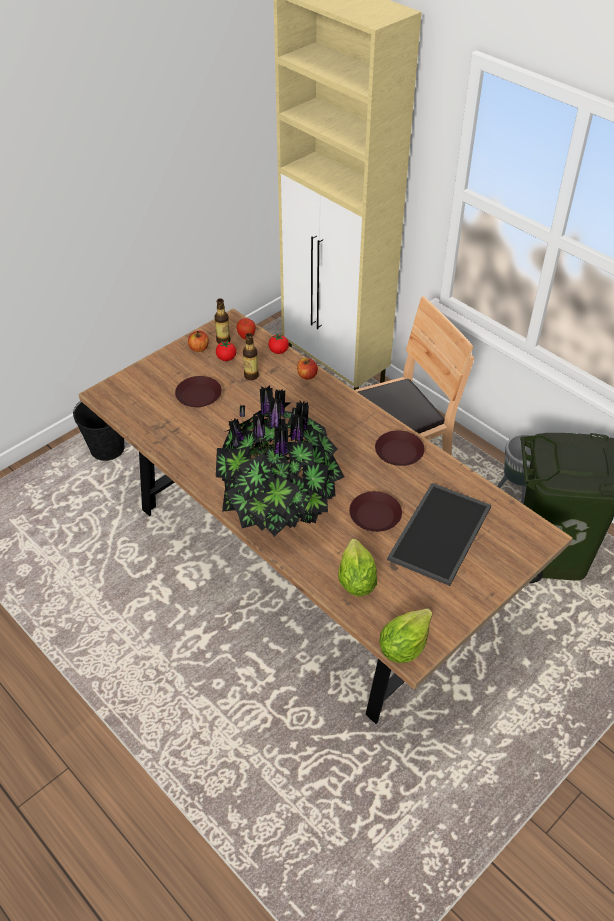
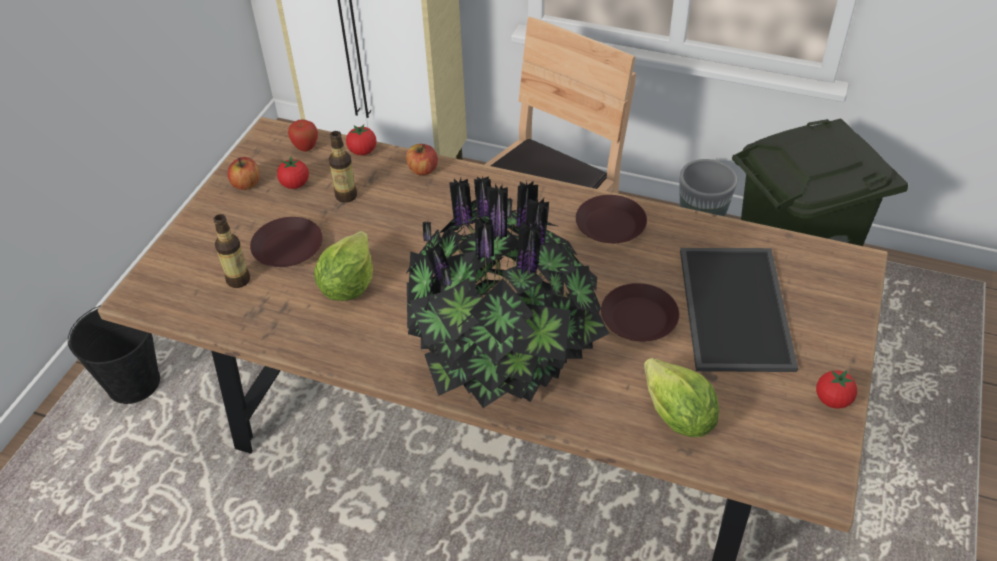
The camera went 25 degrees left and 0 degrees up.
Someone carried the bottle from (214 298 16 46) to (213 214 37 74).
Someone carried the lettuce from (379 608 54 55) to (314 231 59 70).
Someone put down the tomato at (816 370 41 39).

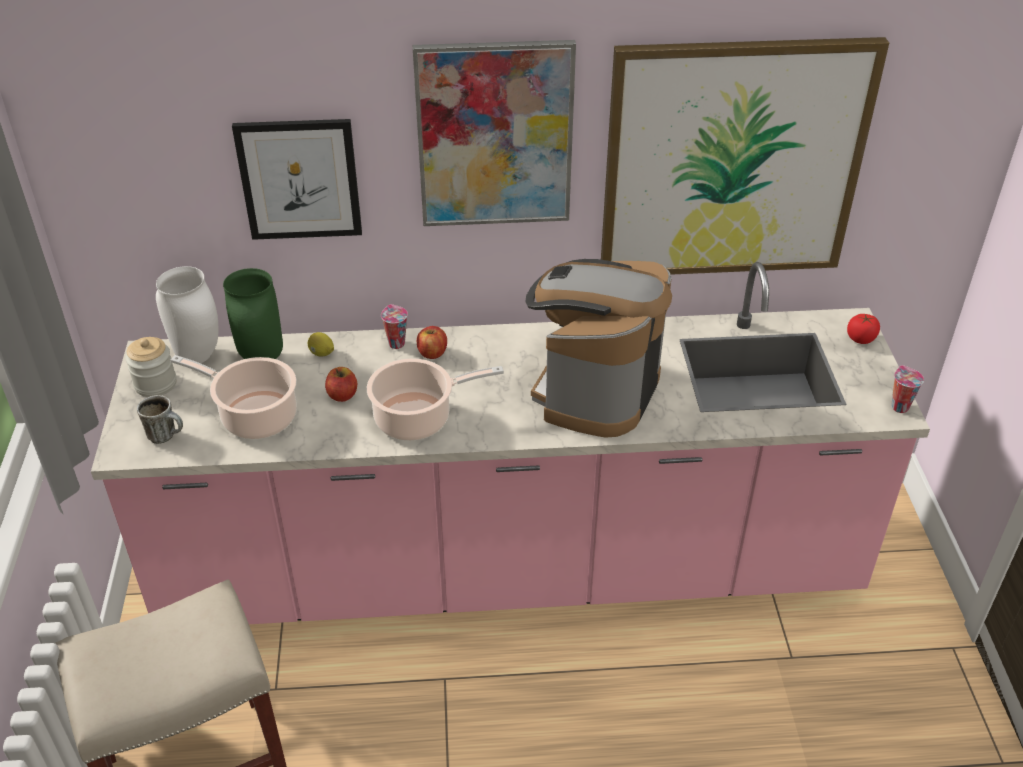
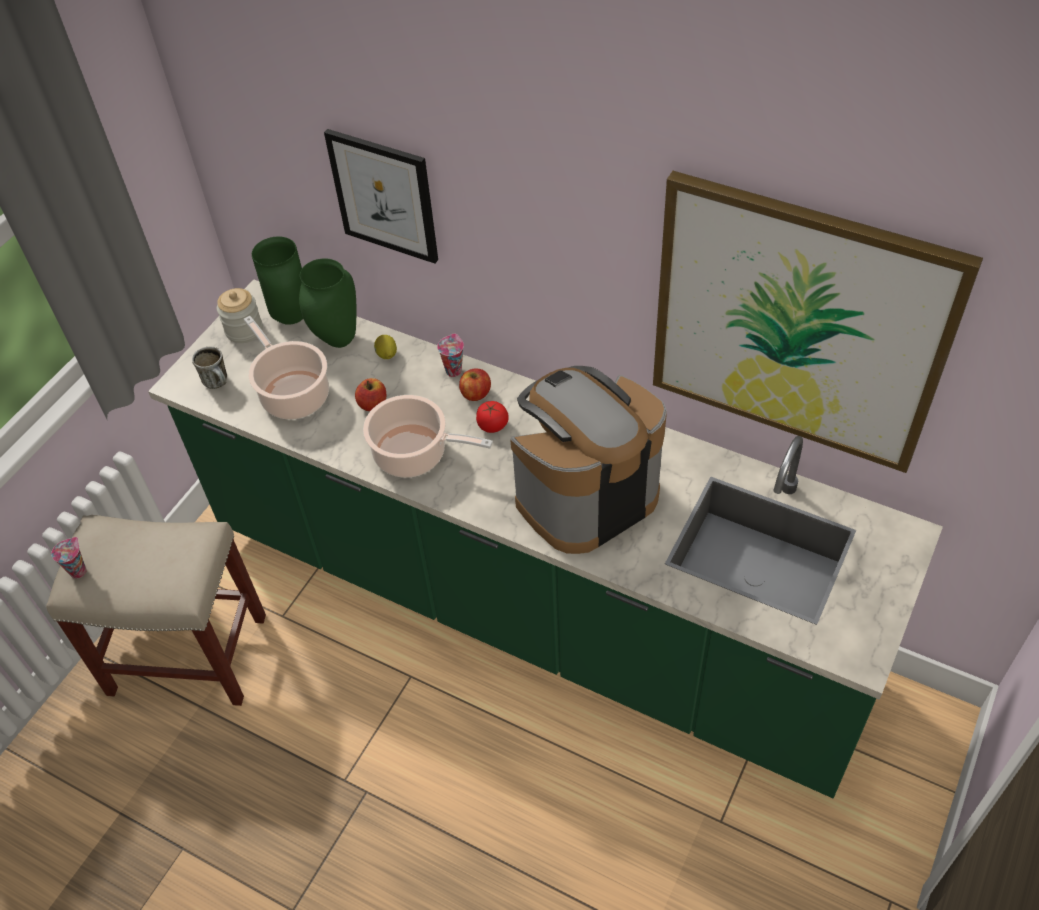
The camera went 35 degrees right and 10 degrees up.
Someone took away the picture at (413 40 163 186).
Someone repainted the pink counter at (91 262 839 362), which became the green counter at (148 279 795 519).
Someone repainted the white vase at (156 266 63 97), which became the green vase at (252 236 51 89).
Someone carried the tomato from (847 314 33 30) to (476 401 33 32).
Someone carried the cup from (891 365 33 48) to (51 537 35 42).

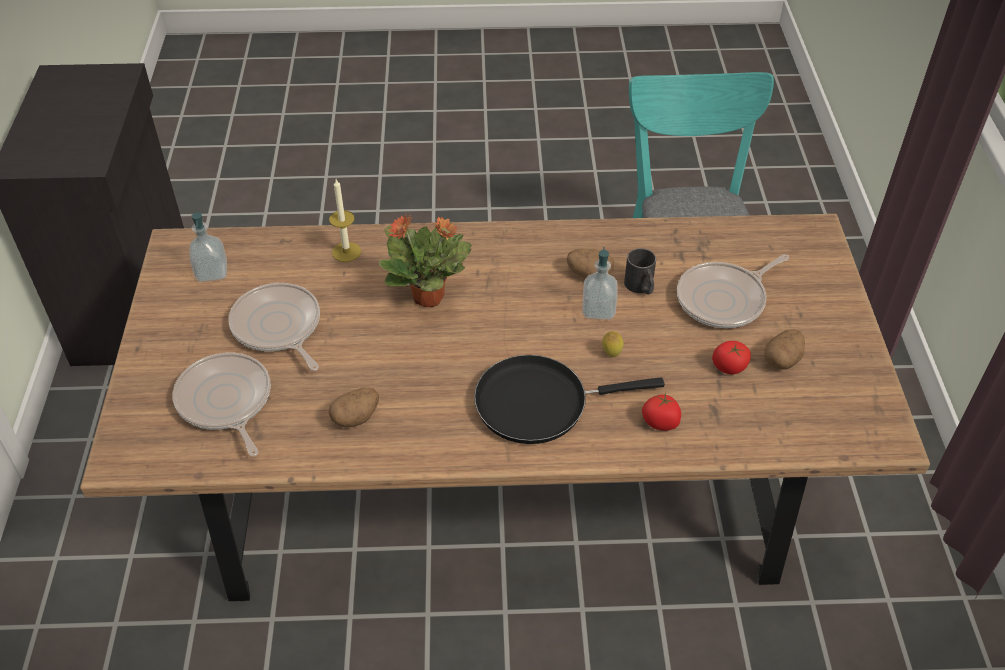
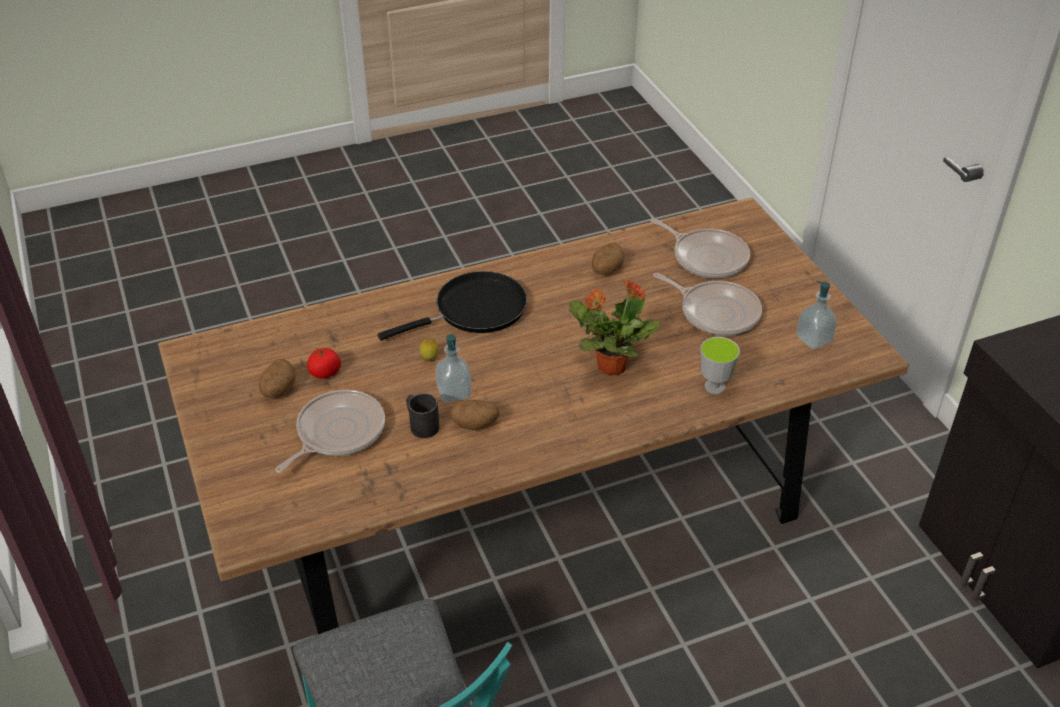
The camera went 160 degrees right and 5 degrees down.
Someone swapped the candle at (329 179 32 83) for the cup at (700 337 40 57).
Someone took away the tomato at (642 393 39 38).

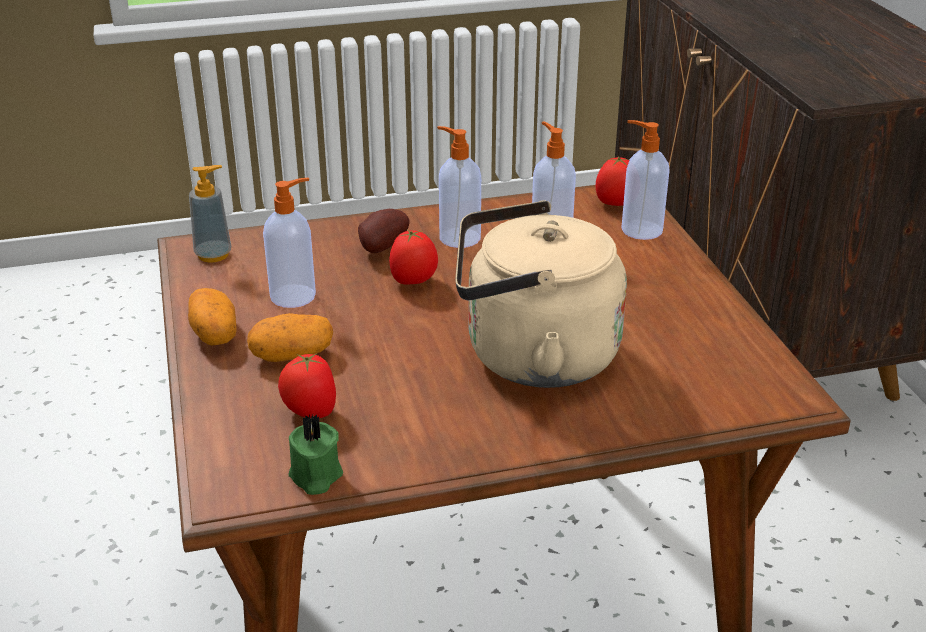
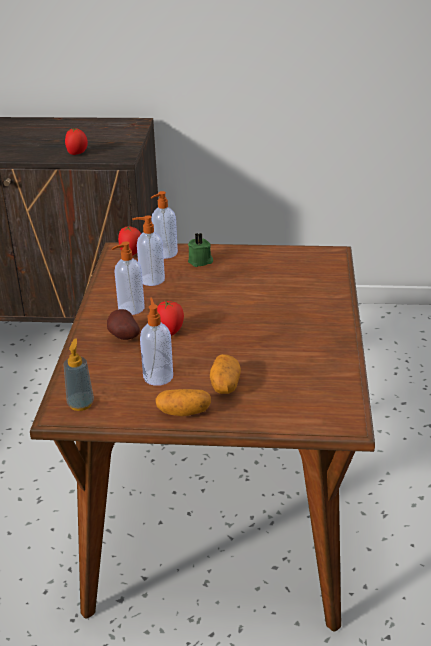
The camera went 70 degrees left and 0 degrees up.
Someone took away the beige kettle at (455 200 172 188).
Someone carried the tomato from (278 354 58 64) to (65 128 23 27).
Someone carried the green candle from (288 415 55 80) to (188 233 25 34).

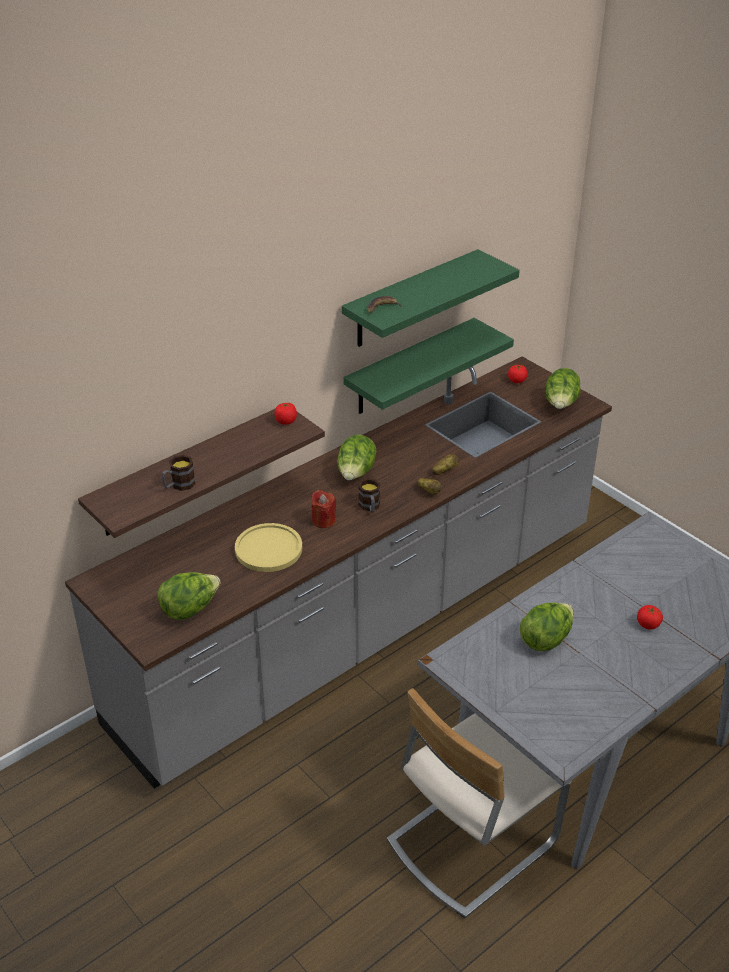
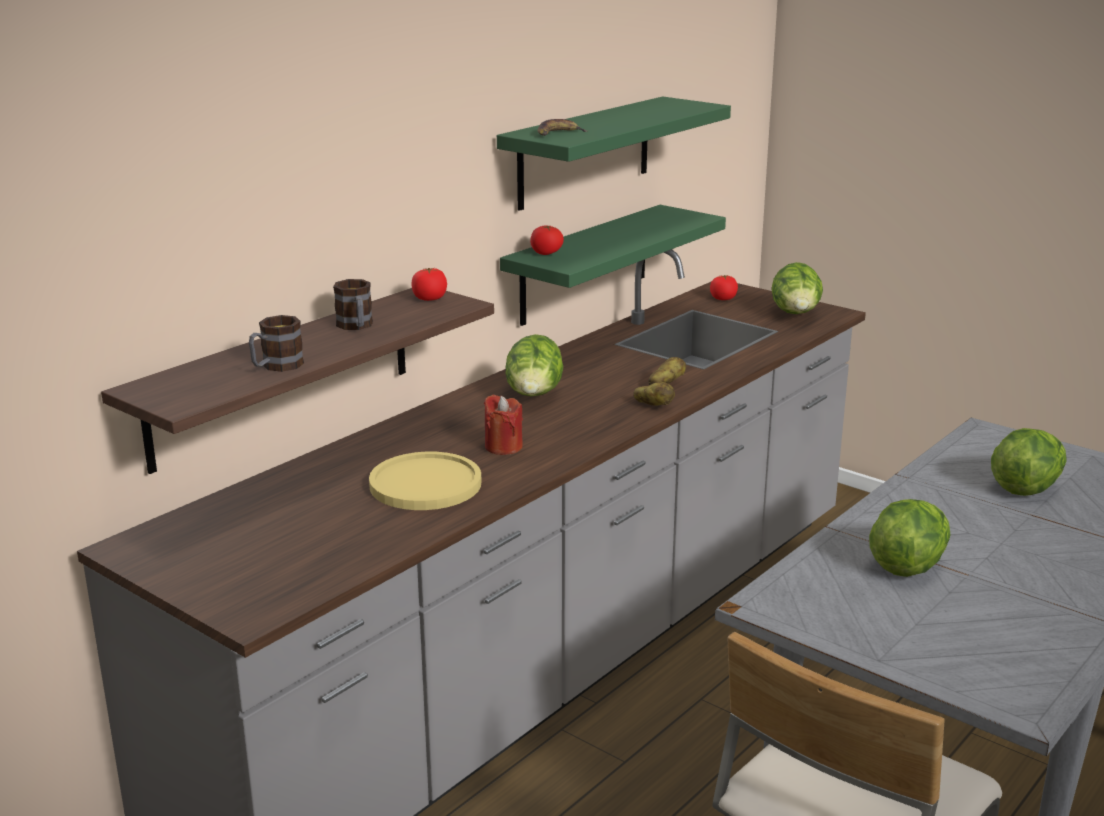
The camera went 10 degrees left and 15 degrees down.
Someone carried the mug from (358 478 22 35) to (333 279 40 51).
Someone carried the lettuce from (157 572 64 48) to (991 428 76 68).
Someone carried the tomato from (637 605 26 24) to (530 225 34 30).

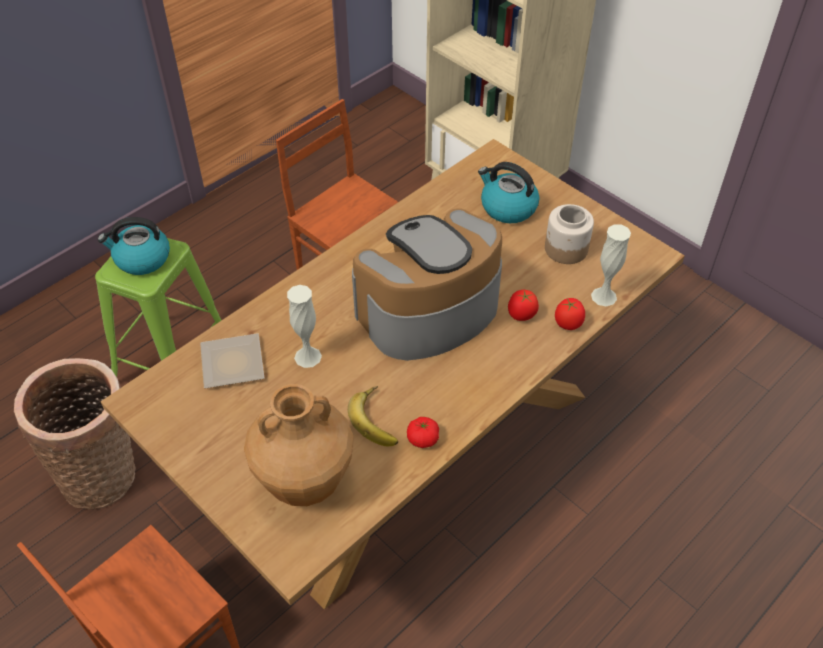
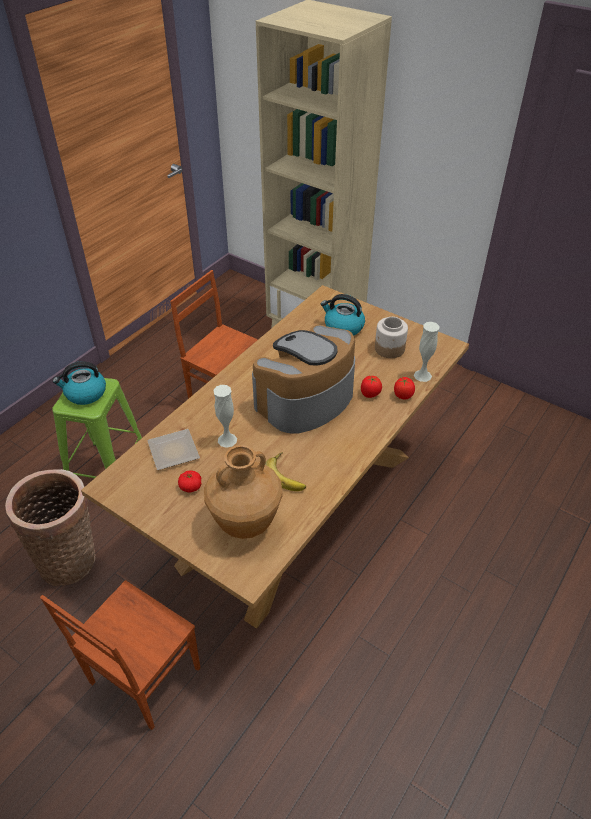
The camera went 10 degrees left and 5 degrees down.
Someone carried the tomato from (407 417 32 31) to (178 470 24 22).

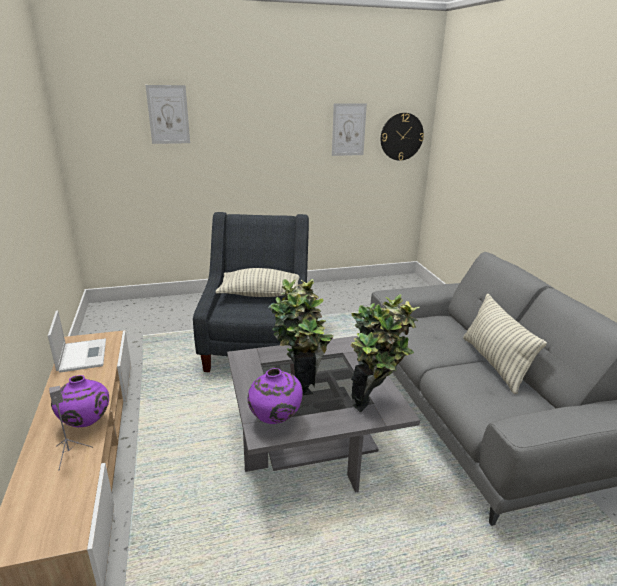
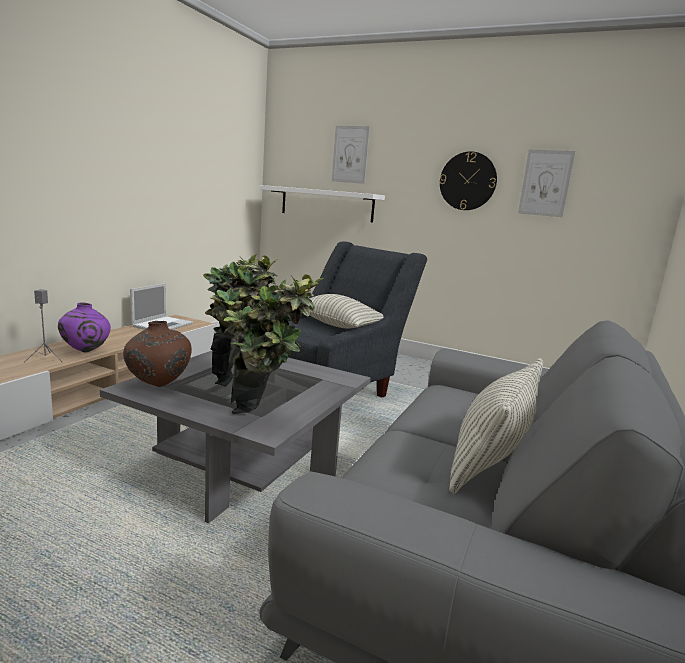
The camera went 40 degrees right and 10 degrees down.
Someone carried the wall clock from (381 113 43 48) to (440 151 57 59).
Someone repainted the purple vase at (248 368 55 56), which became the brown vase at (123 321 69 66).
Someone put up the white shelf at (260 185 125 37).

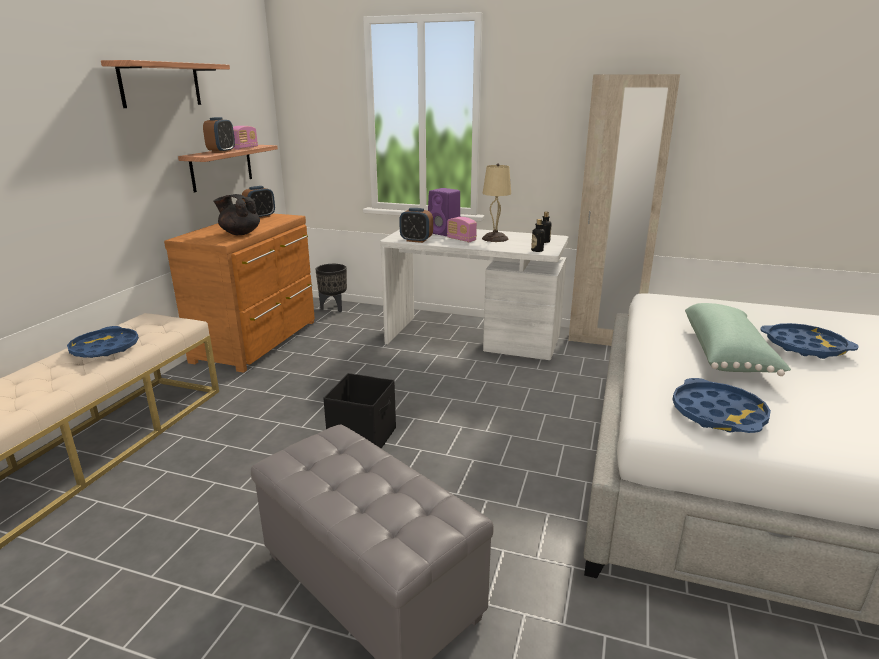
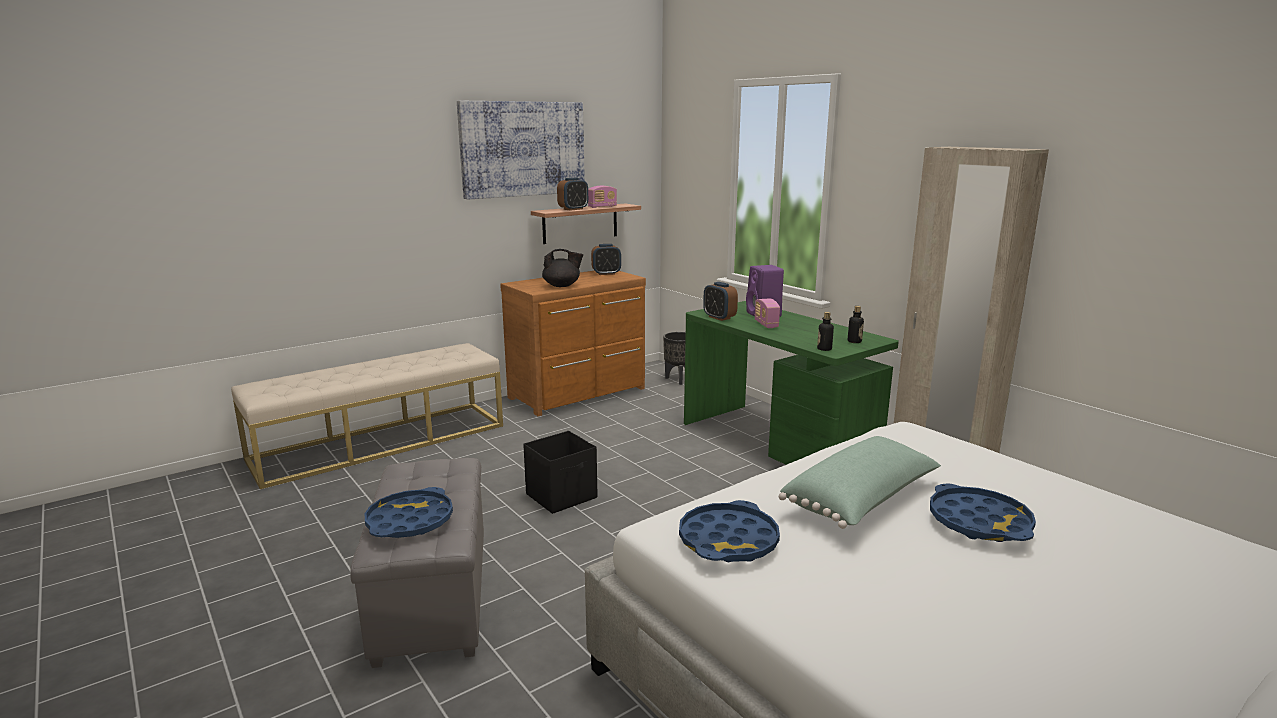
The camera went 35 degrees right and 5 degrees down.
Someone swapped the shelf at (101 60 129 48) for the picture at (457 101 128 98).
Someone took away the beige table lamp at (482 163 29 79).
Someone rotated the black teapot at (213 194 47 41) by 120 degrees clockwise.
Someone repainted the white desk at (380 229 188 131), which became the green desk at (684 301 215 164).
Someone carried the blue tray from (67 326 72 32) to (365 487 88 51).

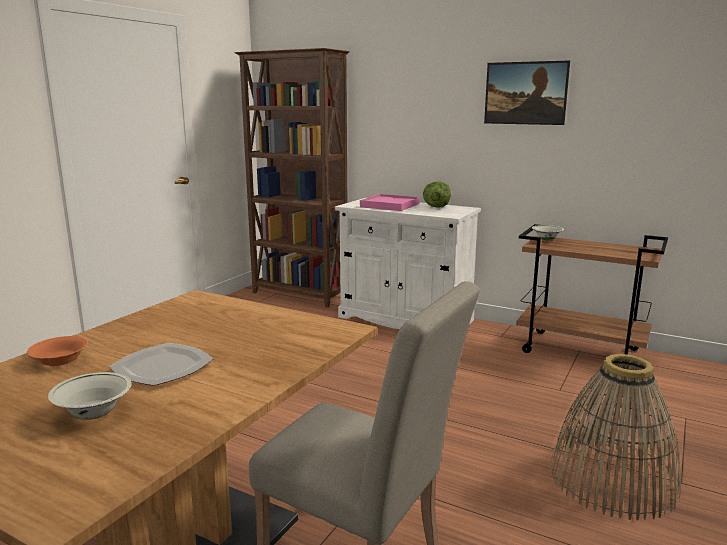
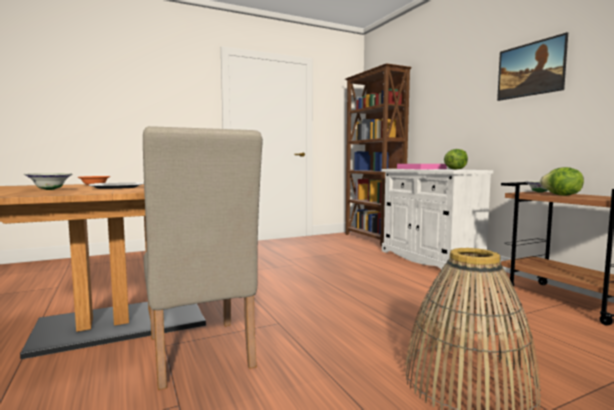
The camera went 35 degrees right and 10 degrees down.
Someone put down the lettuce at (540 167 44 29).

